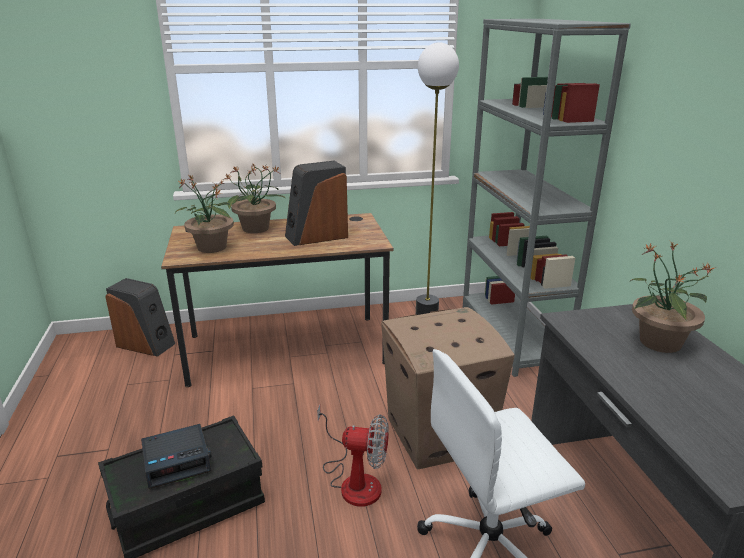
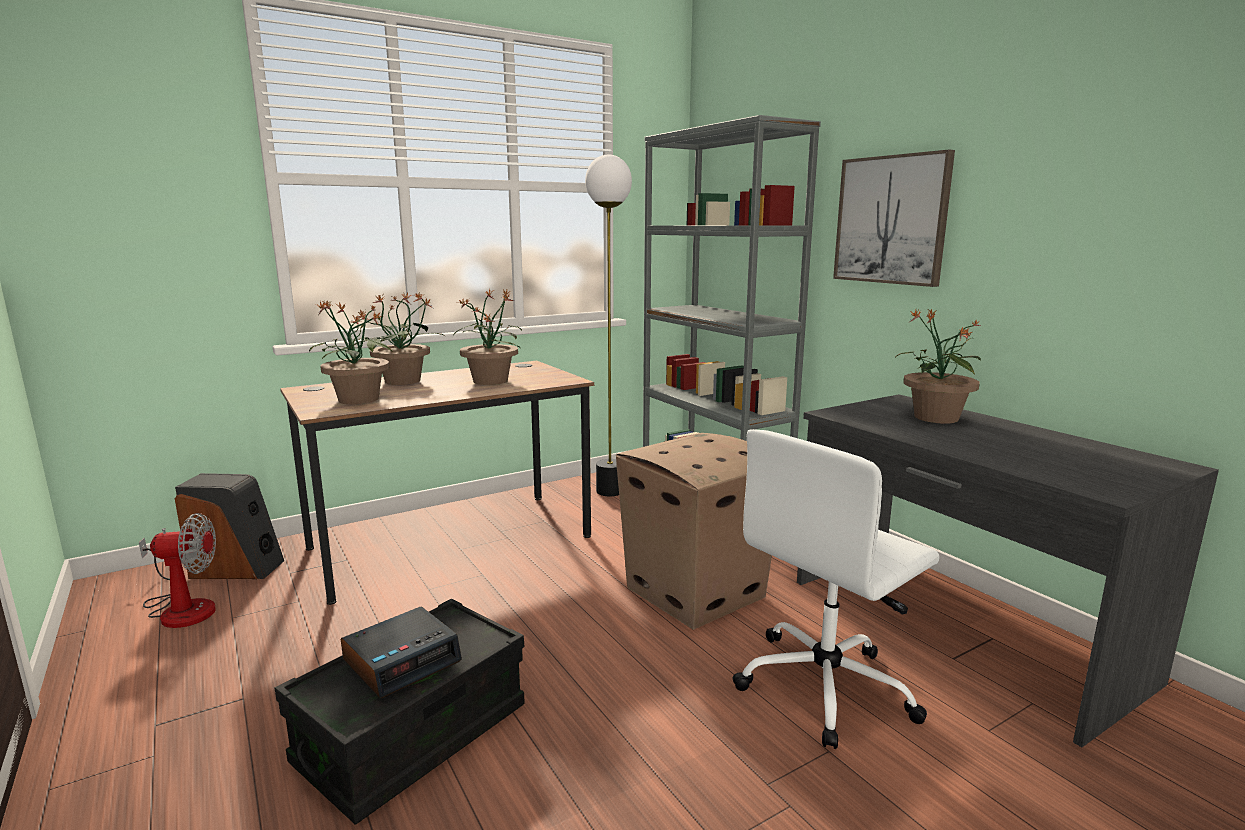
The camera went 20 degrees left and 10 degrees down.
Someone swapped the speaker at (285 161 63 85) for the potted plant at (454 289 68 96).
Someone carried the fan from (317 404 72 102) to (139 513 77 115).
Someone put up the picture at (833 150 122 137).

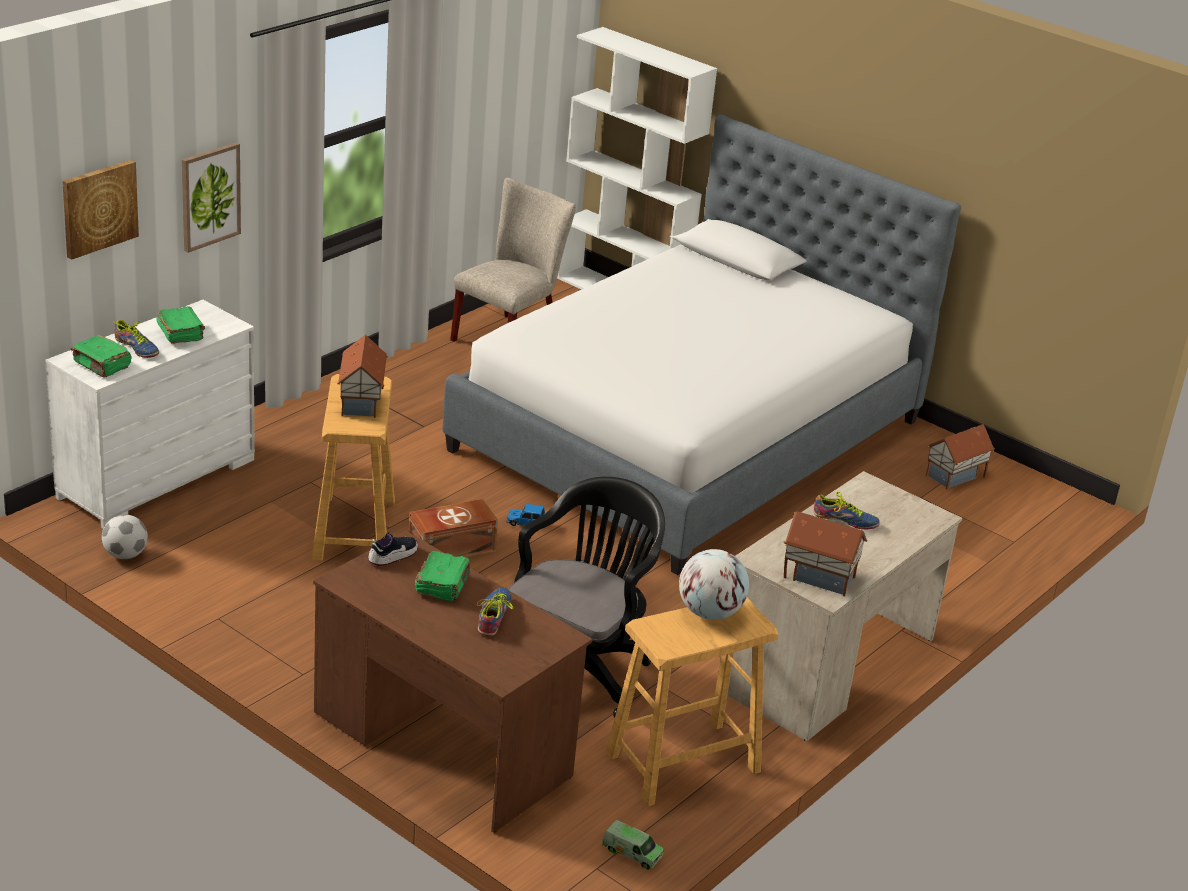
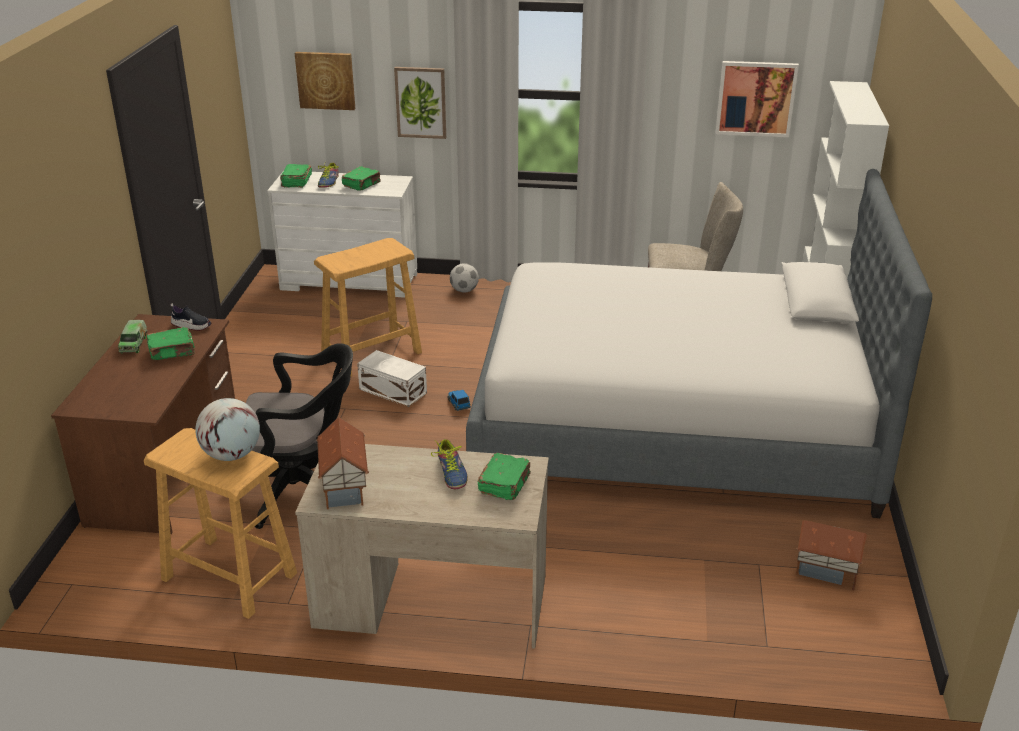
The camera went 60 degrees right and 0 degrees up.
Someone took away the toy house at (337 335 51 83).
Someone repainted the brown storage box at (409 499 89 59), which became the white storage box at (357 350 70 57).
Someone carried the football from (102 515 46 44) to (450 263 29 30).
Someone took away the shoe at (477 587 37 49).
Someone carried the toy truck from (602 820 62 50) to (118 320 30 33).
Someone put up the picture at (716 61 83 76).
Someone put down the green book at (478 453 53 47).

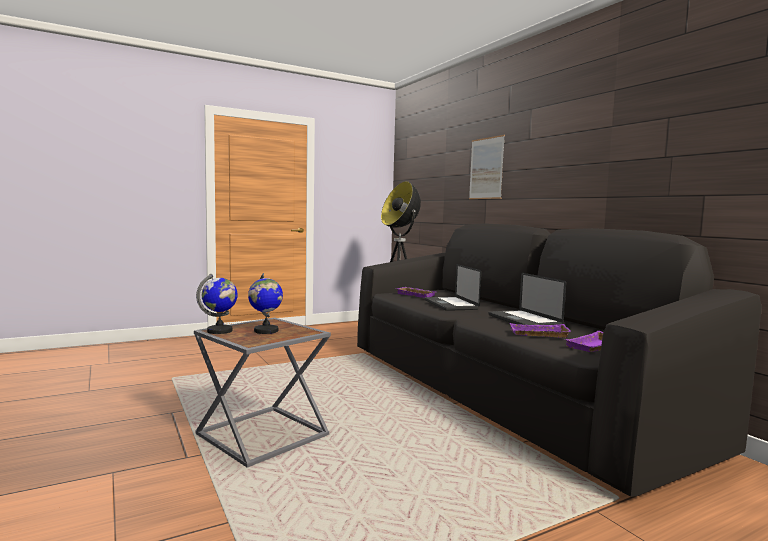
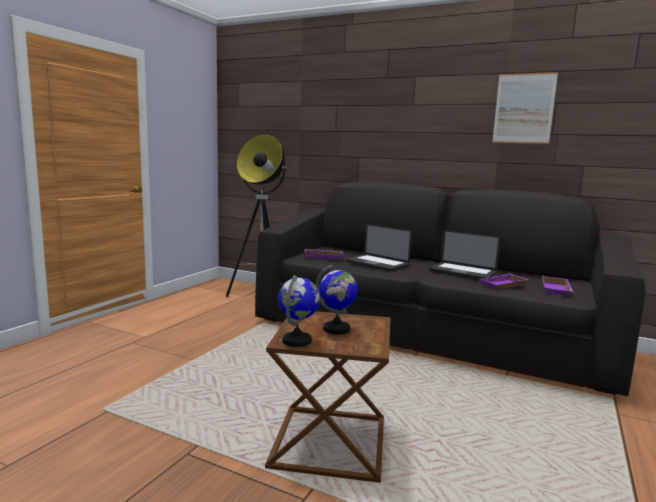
The camera went 35 degrees left and 5 degrees up.
Someone carried the picture from (469 135 36 64) to (492 72 66 72).
Someone repainted the grey side table at (194 318 137 150), which became the brown side table at (265 311 126 172).

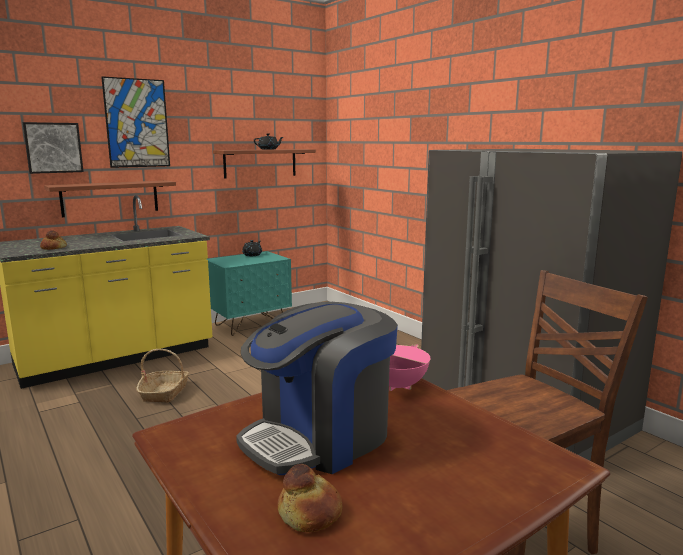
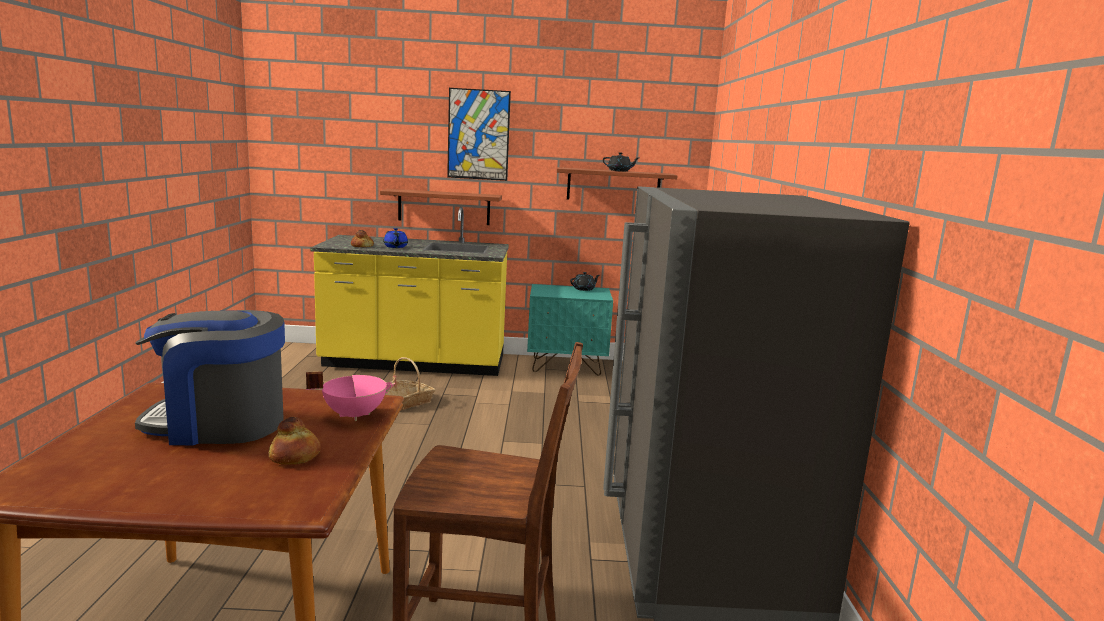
The camera went 35 degrees right and 0 degrees up.
Someone took away the picture at (23 122 61 52).
Someone carried the bread from (278 464 64 68) to (269 417 52 48).
Someone put down the blue teapot at (383 228 25 20).

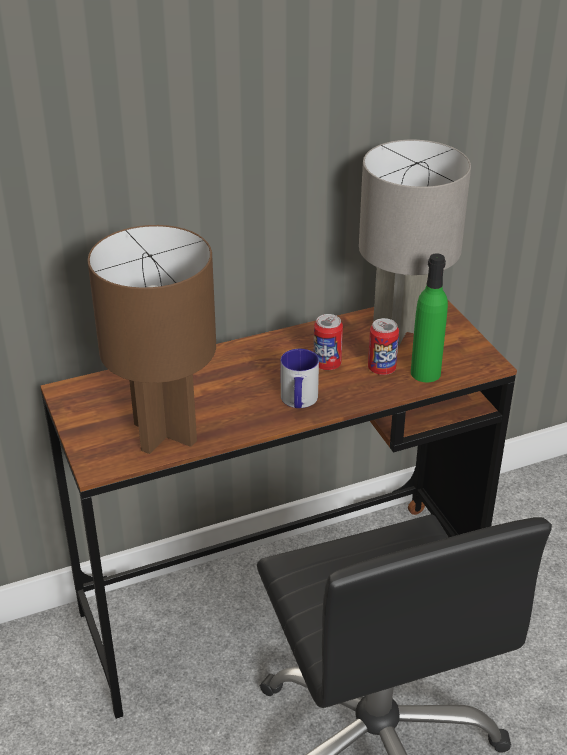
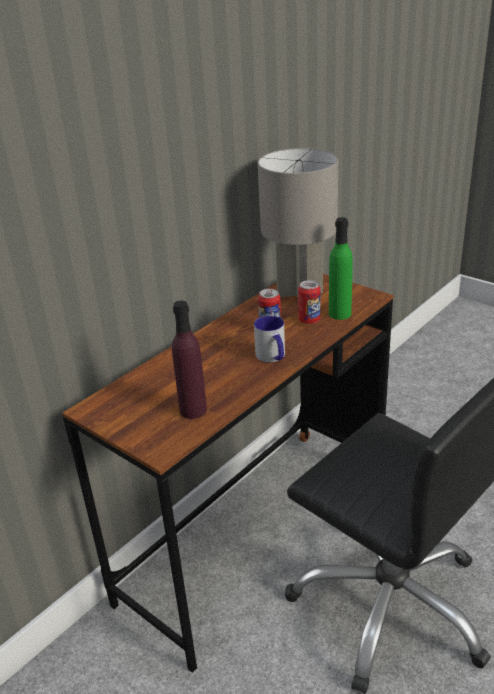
The camera went 25 degrees left and 5 degrees down.
Someone swapped the brown table lamp at (88 225 128 229) for the purple bottle at (172 301 35 118).

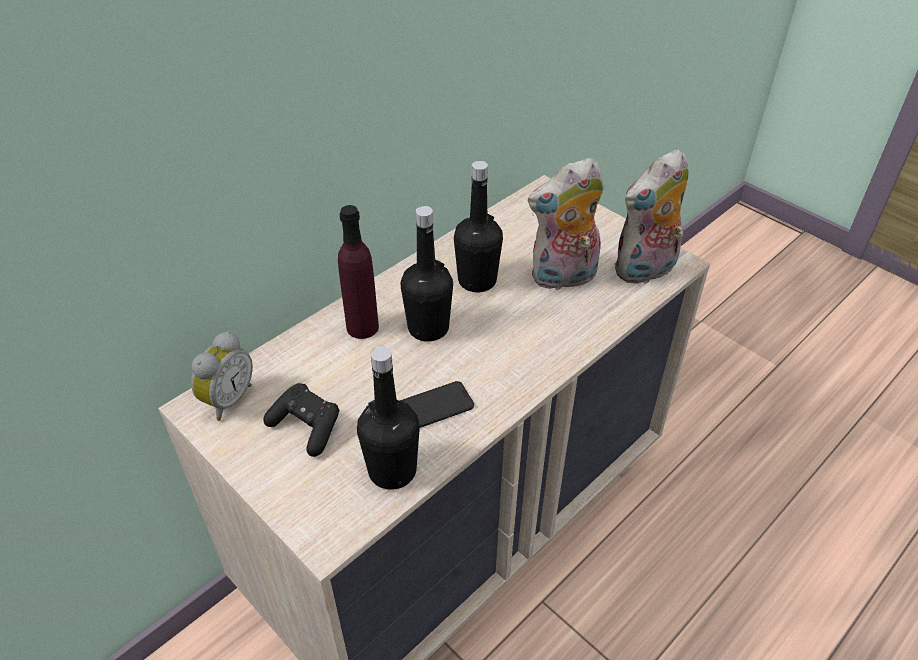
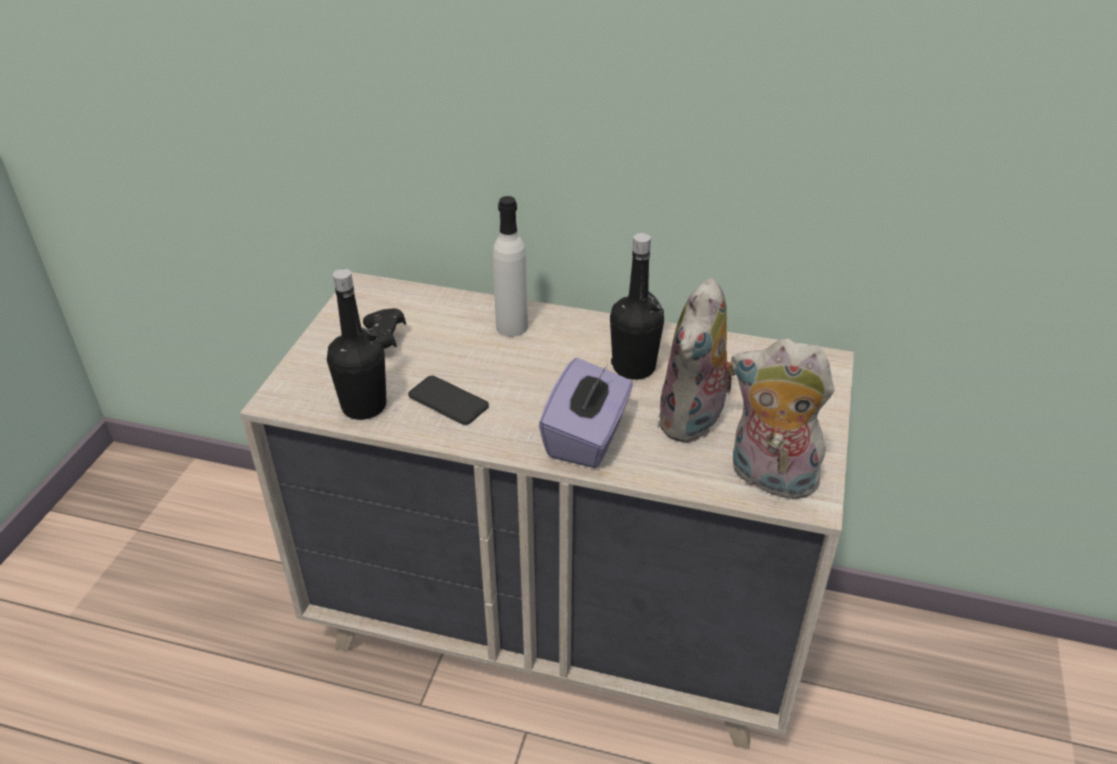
The camera went 60 degrees right and 5 degrees down.
Someone rotated the plush toy at (528 157 76 134) by 105 degrees counterclockwise.
Someone repainted the purple bottle at (338 205 41 134), which became the white bottle at (493 196 35 141).
Someone took away the black bottle at (401 206 52 136).
Someone took away the alarm clock at (191 331 62 90).
Someone put down the purple tissue box at (539 358 94 110).

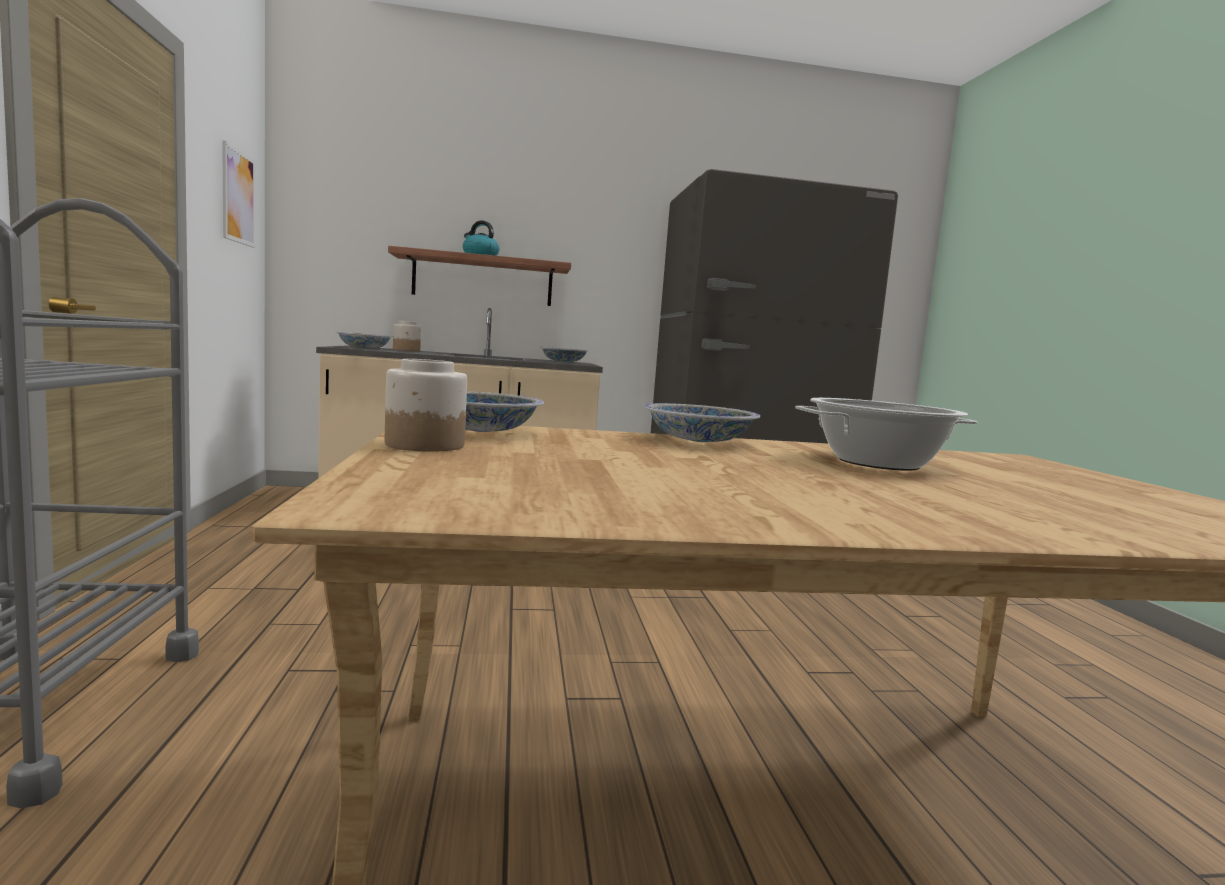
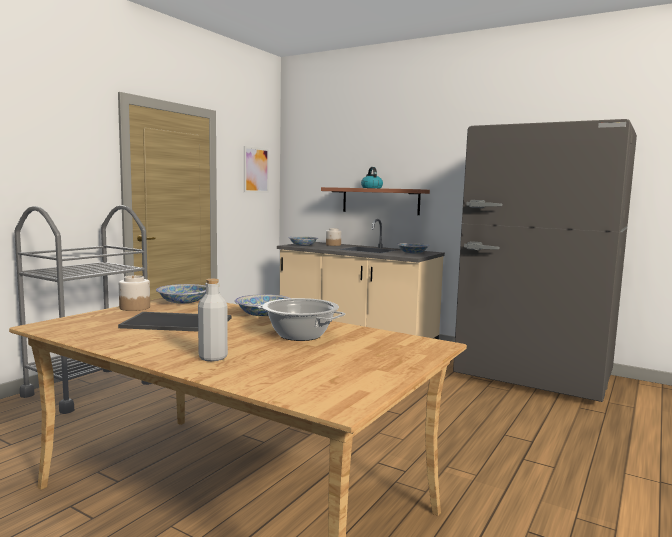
The camera went 40 degrees right and 0 degrees up.
Someone put down the grey bottle at (198 279 30 82).
Someone put down the tray at (118 312 113 20).

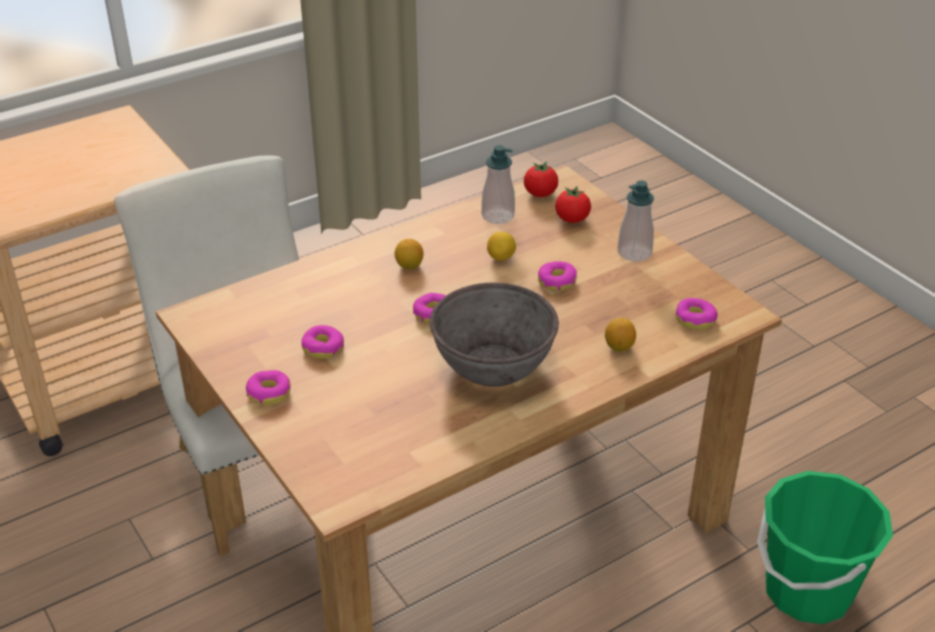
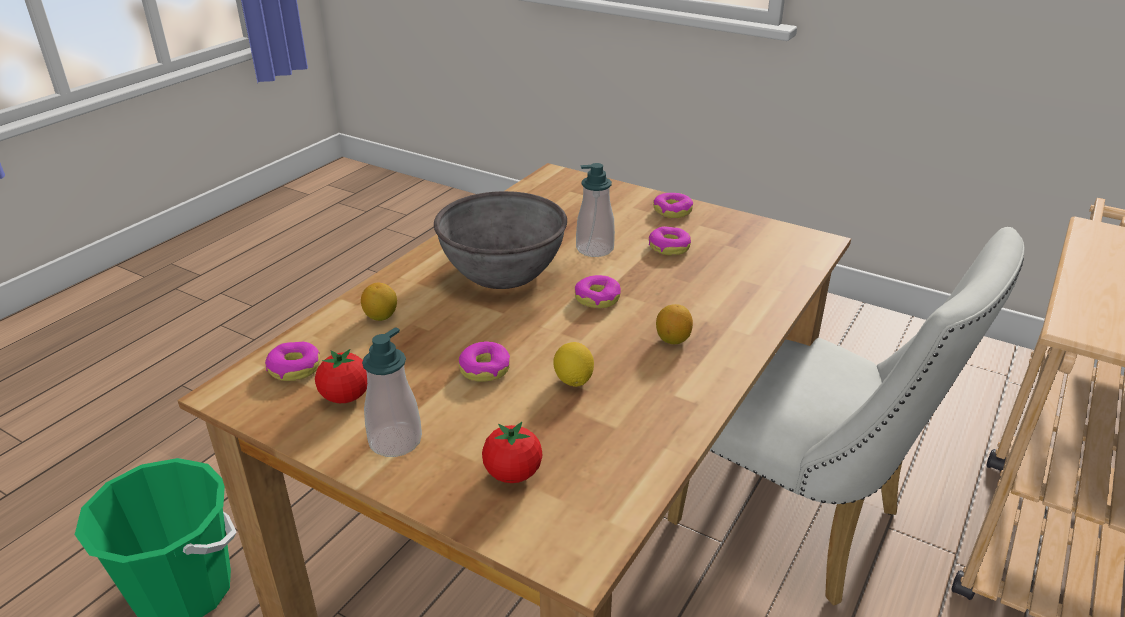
The camera went 155 degrees right and 5 degrees down.
Someone carried the soap dispenser from (481 145 34 79) to (576 163 39 94).
Someone carried the tomato from (524 162 34 35) to (315 349 52 54).

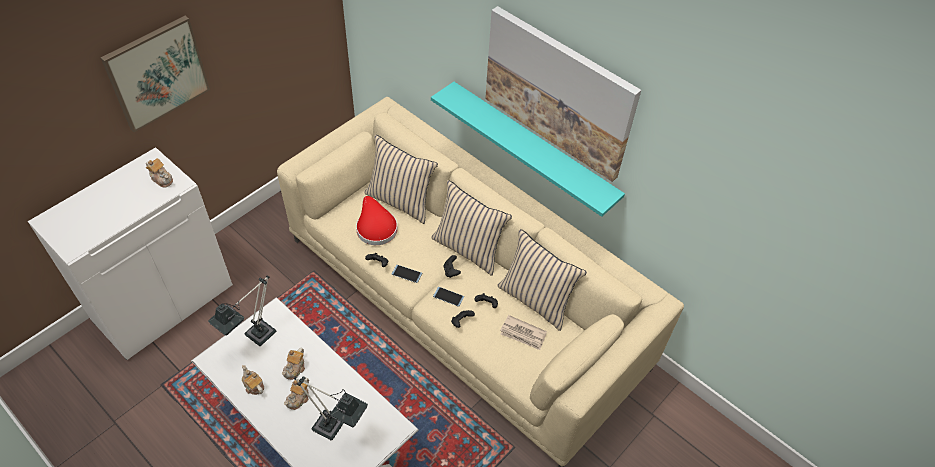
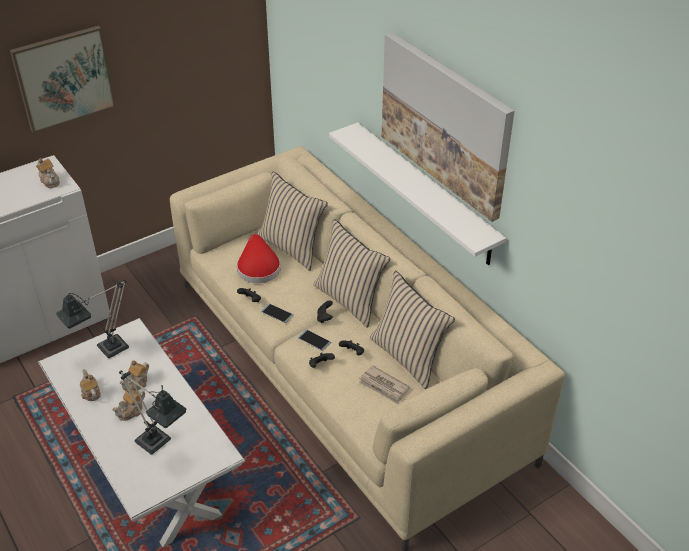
The camera went 15 degrees right and 10 degrees down.
Someone repainted the turquoise shelf at (431 82 194 135), which became the white shelf at (329 122 178 143).

